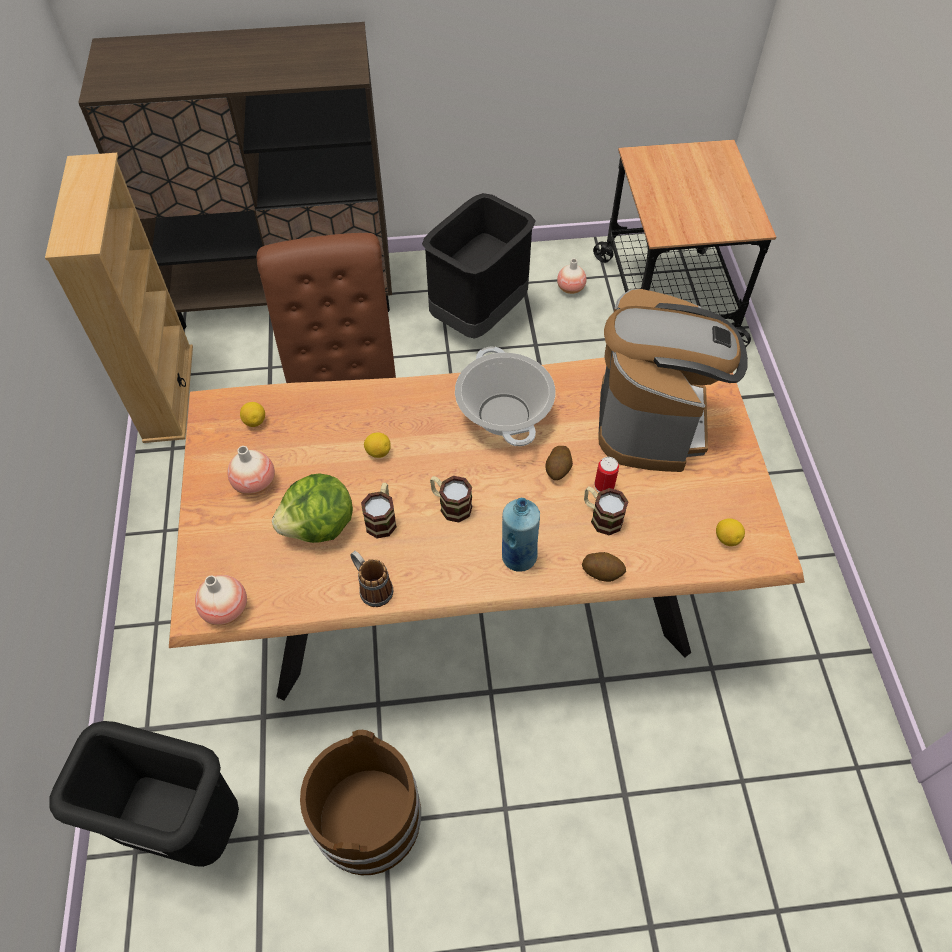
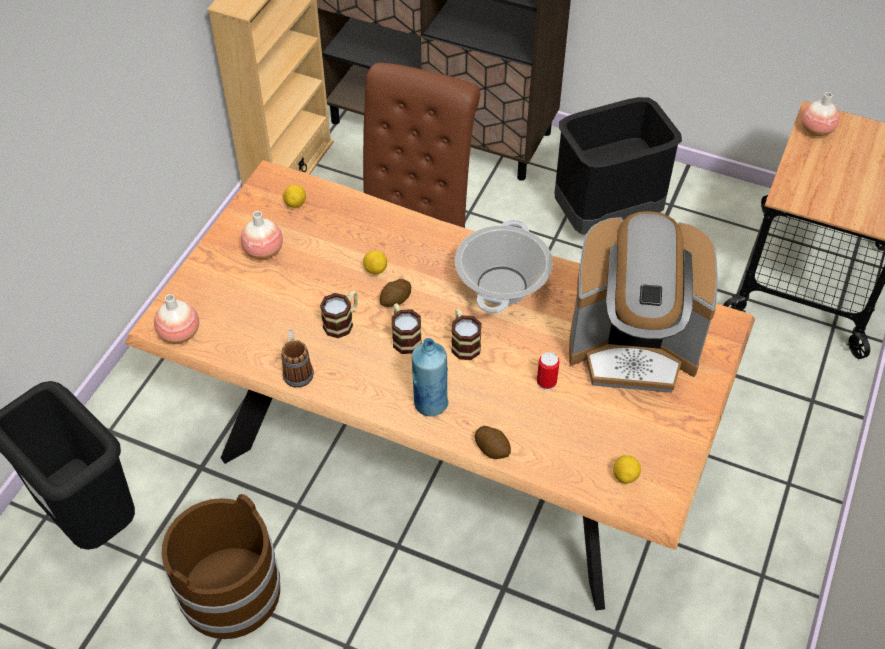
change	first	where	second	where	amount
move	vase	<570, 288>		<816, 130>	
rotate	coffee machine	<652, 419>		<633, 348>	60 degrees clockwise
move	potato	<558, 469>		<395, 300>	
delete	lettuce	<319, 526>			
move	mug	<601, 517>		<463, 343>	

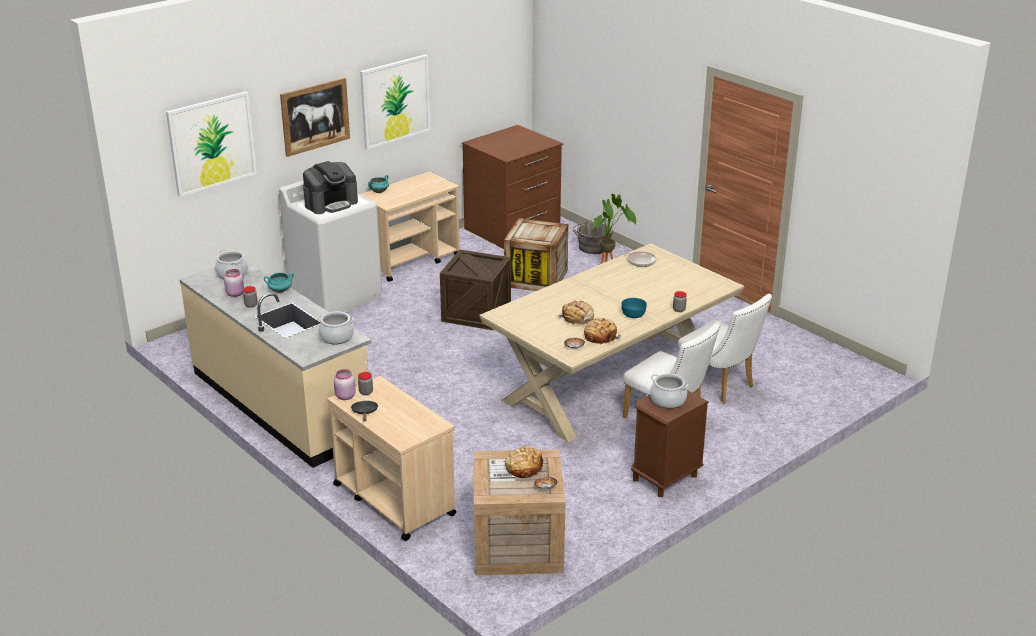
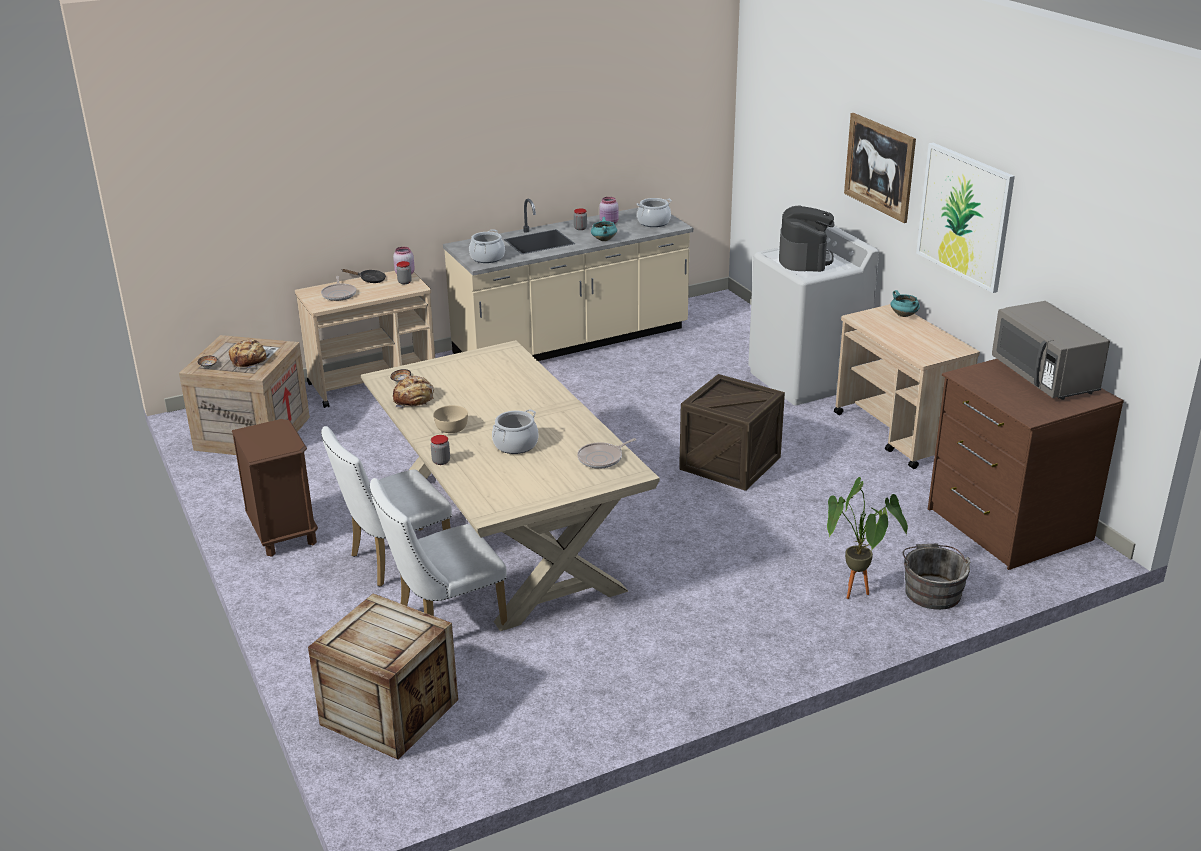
change	first	where	second	where	amount
delete	picture	<211, 143>			
rotate	coffee machine	<331, 203>		<804, 259>	150 degrees counterclockwise
move	crate	<536, 278>		<389, 712>	
recolor	turquoise bowl	<633, 314>	beige bowl	<452, 428>	
delete	bread	<577, 318>			
move	cooking pot	<668, 400>		<515, 445>	
insert			frying pan	<339, 294>	
insert			grey microwave	<1044, 377>	

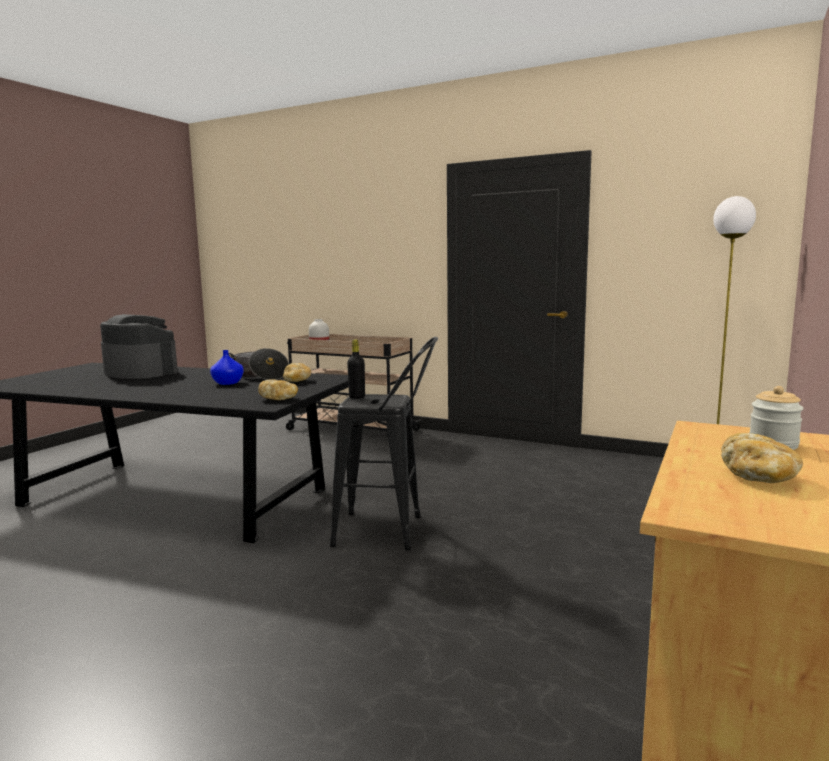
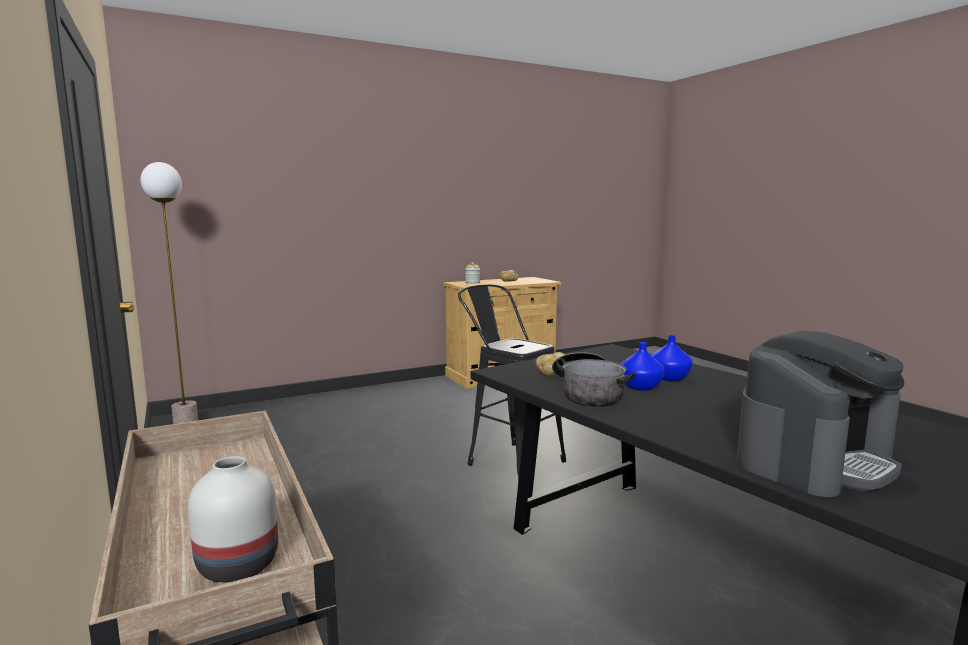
change	first	where	second	where	amount
rotate	coffee machine	<140, 372>		<814, 460>	105 degrees counterclockwise
delete	black bottle	<357, 397>			
delete	bread	<279, 399>			
insert			blue vase	<669, 378>	

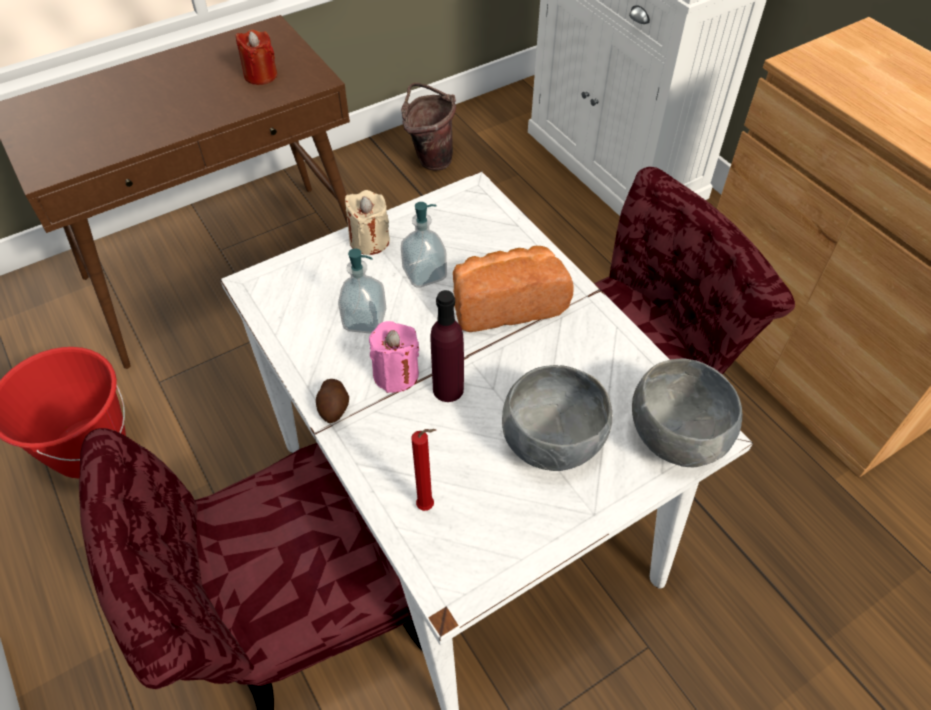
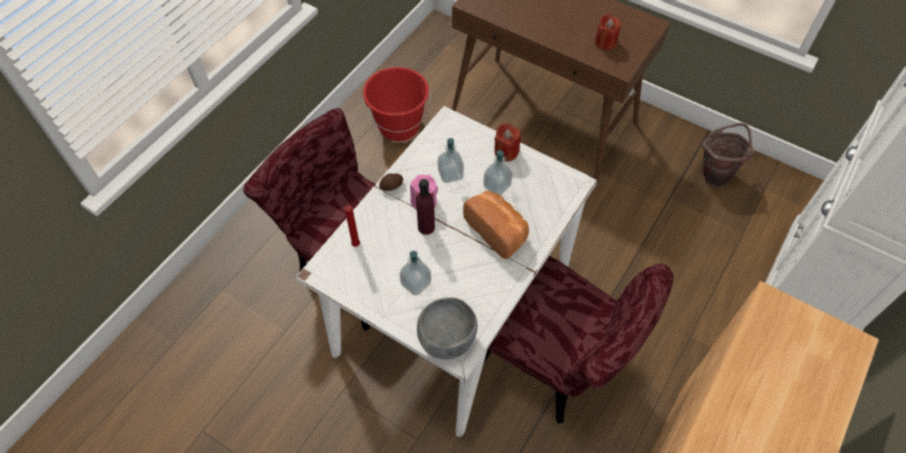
change	first	where	second	where	amount
recolor	beige candle	<369, 241>	red candle	<506, 152>	
replace	grey bowl	<551, 443>	soap dispenser	<416, 283>	

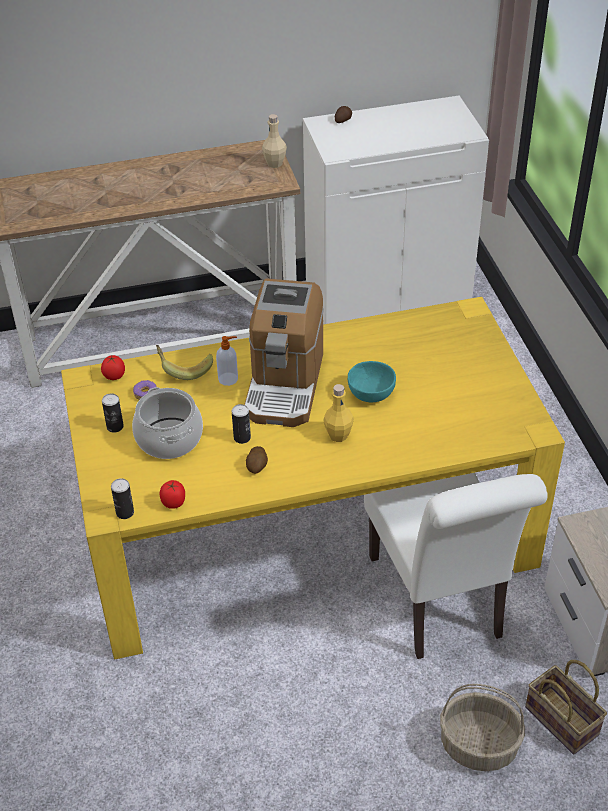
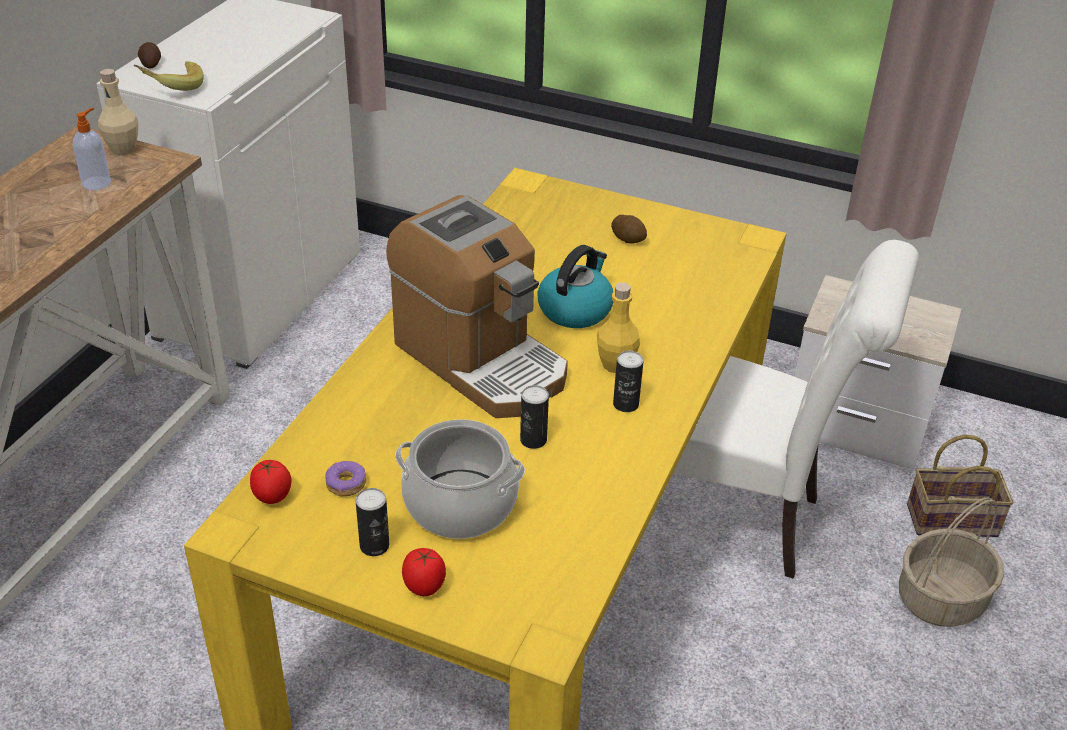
change	first	where	second	where	amount
move	soap dispenser	<229, 379>		<97, 183>	
move	banana	<184, 368>		<172, 87>	
replace	turquoise bowl	<370, 394>	kettle	<575, 309>	
move	potato	<257, 466>		<628, 239>	
move	can	<125, 512>		<625, 404>	
move	tomato	<174, 503>		<424, 586>	

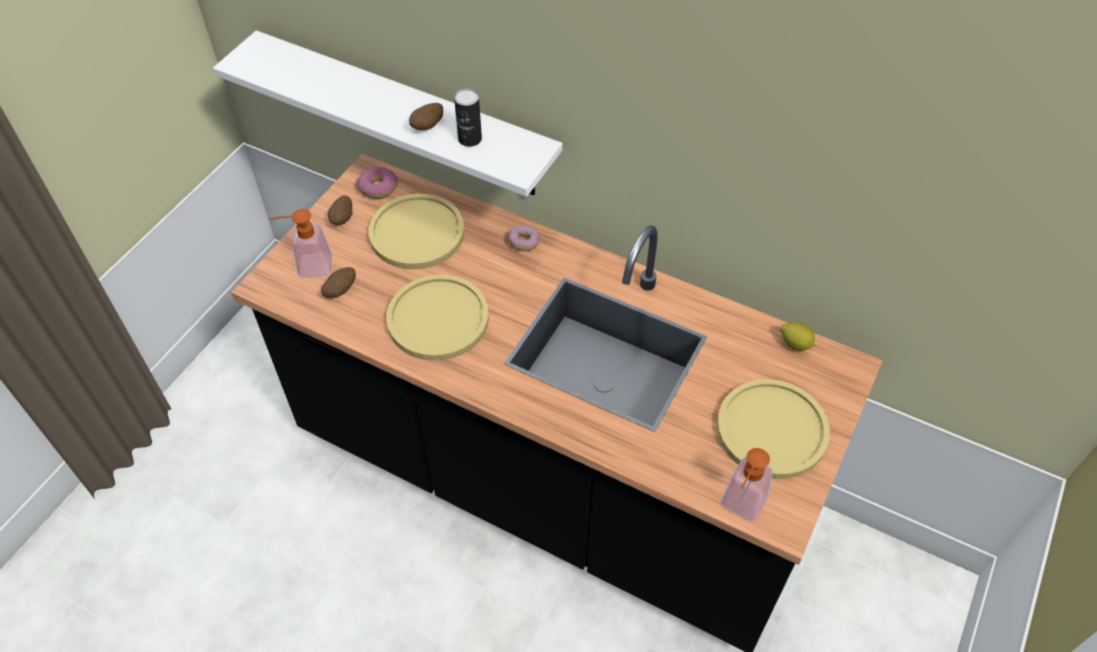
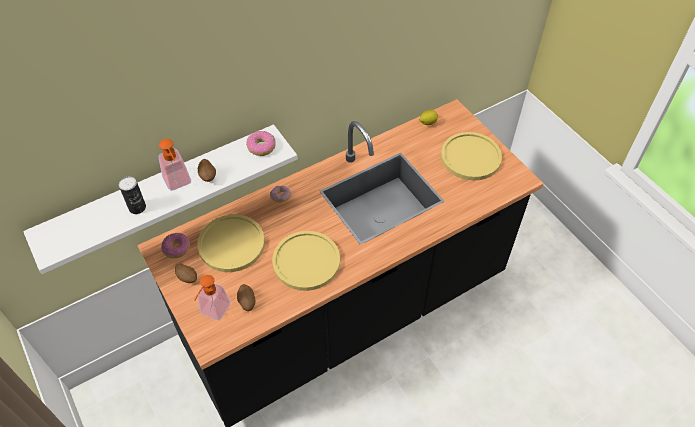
change	first	where	second	where	amount
move	can	<470, 139>		<137, 207>	
move	soap dispenser	<740, 507>		<179, 184>	
insert			donut	<261, 147>	

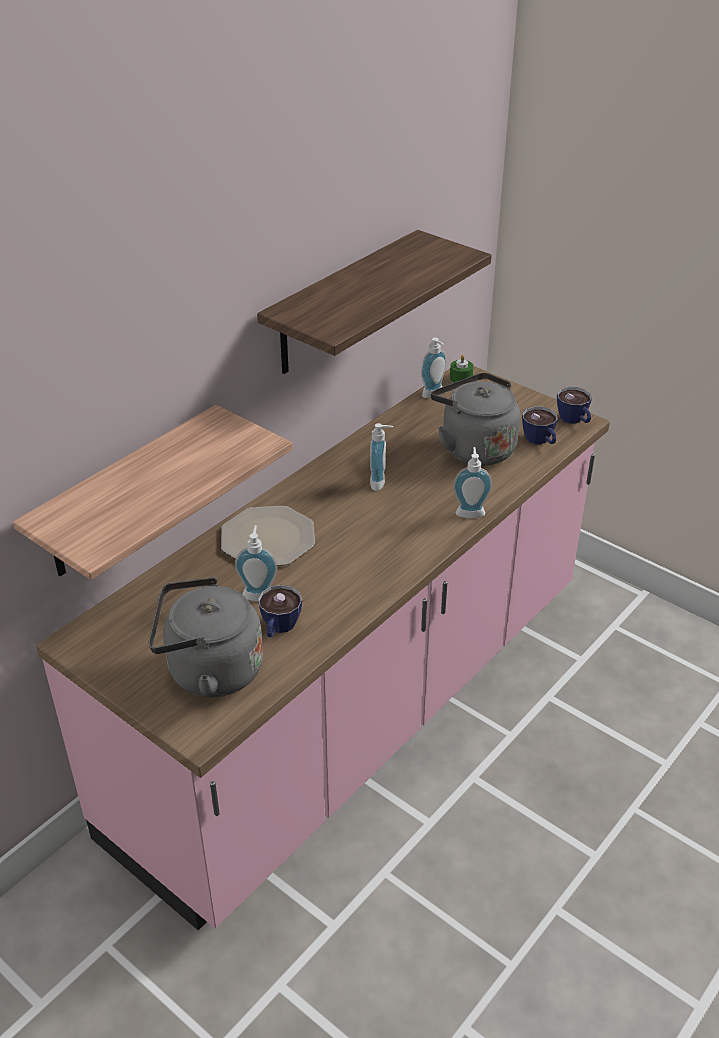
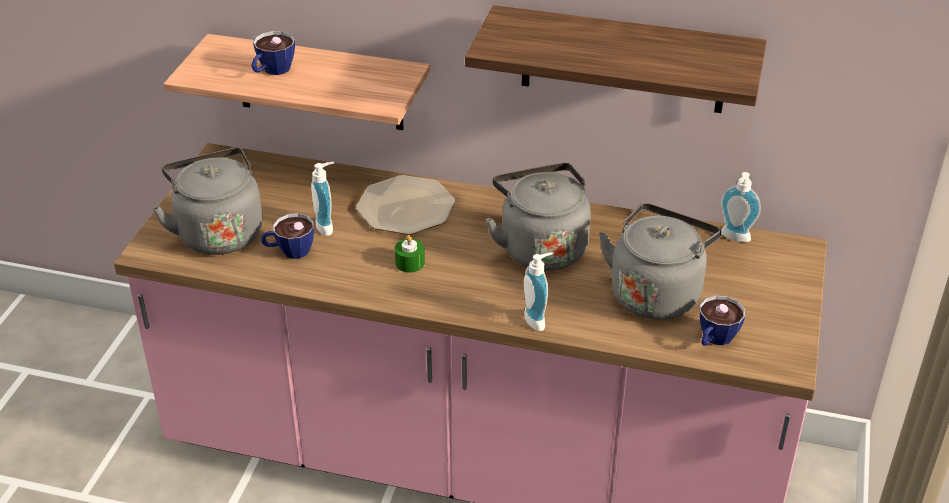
change	first	where	second	where	amount
move	green candle	<461, 378>		<410, 263>	
move	cup	<574, 420>		<272, 71>	
replace	soap dispenser	<381, 483>	grey kettle	<540, 247>	

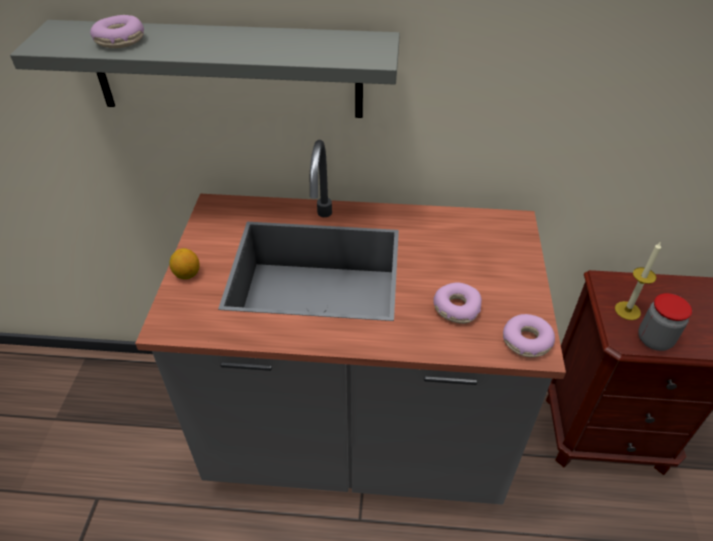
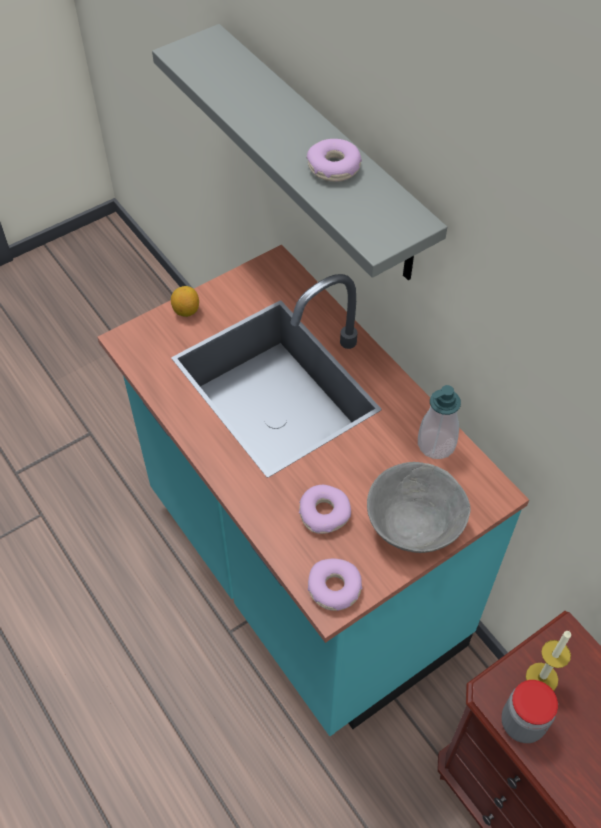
change	first	where	second	where	amount
move	donut	<120, 40>		<334, 168>	
recolor	grey counter	<356, 440>	turquoise counter	<300, 573>	
insert			soap dispenser	<436, 444>	
insert			grey bowl	<413, 526>	

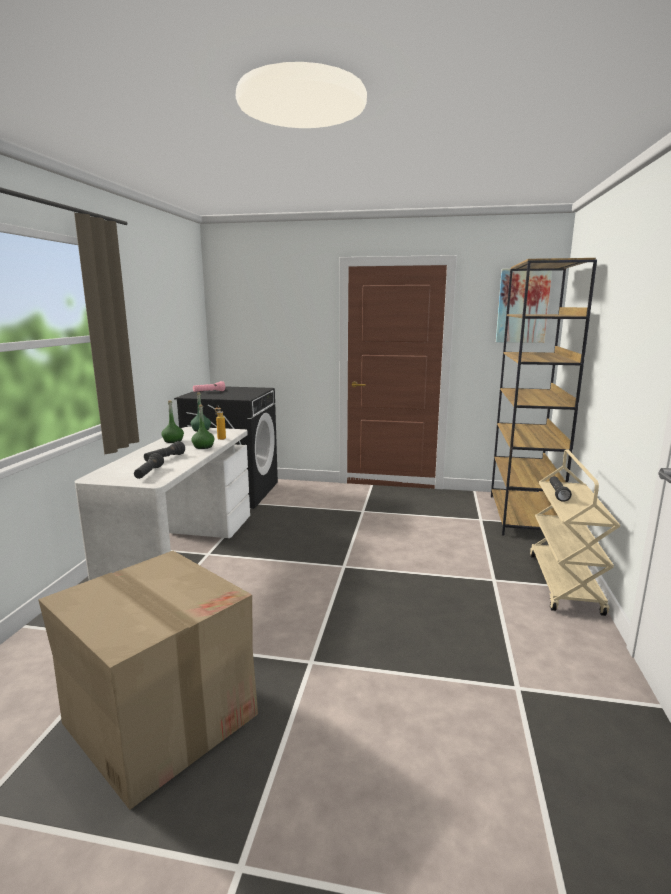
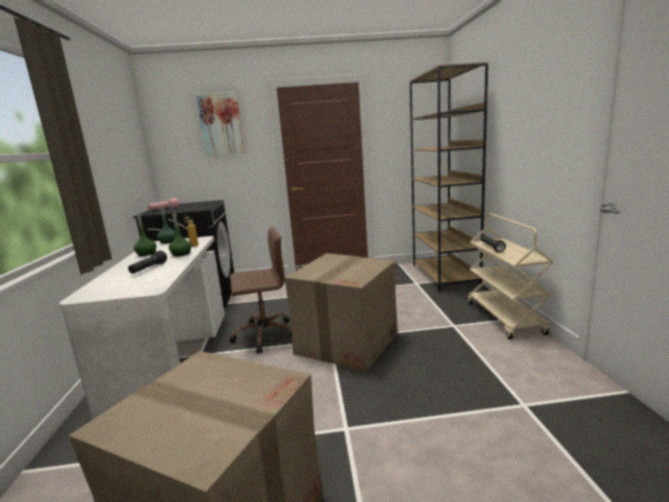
change	first	where	second	where	amount
move	picture	<522, 306>		<221, 124>	
delete	black flashlight	<149, 473>			
insert			brown office chair	<263, 335>	
insert			cardboard box	<347, 342>	

